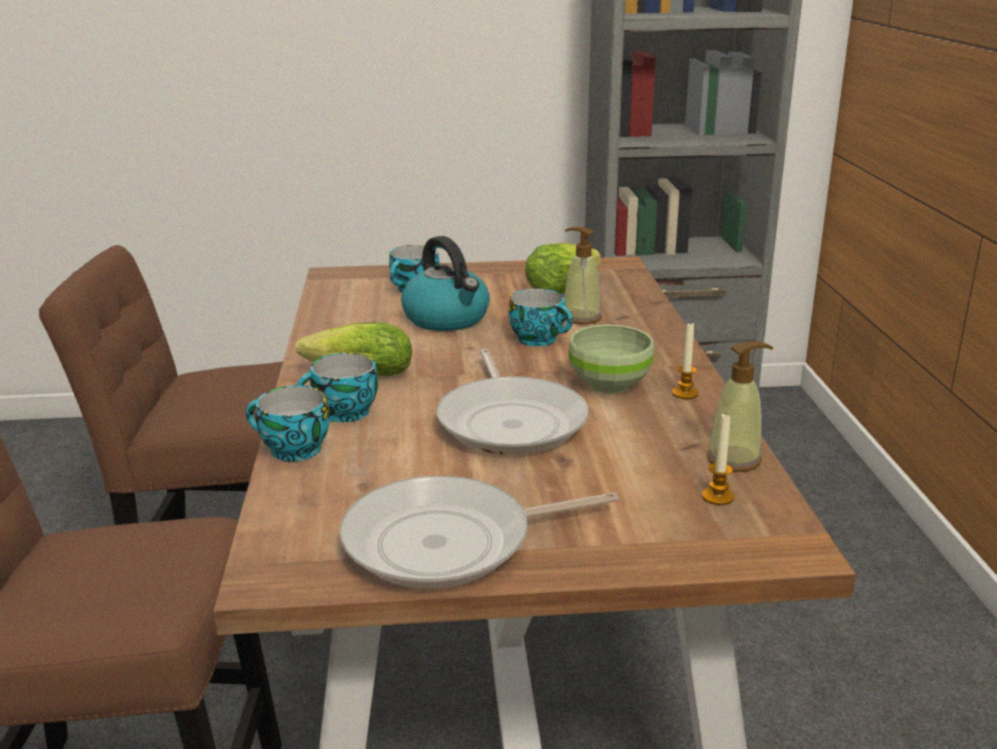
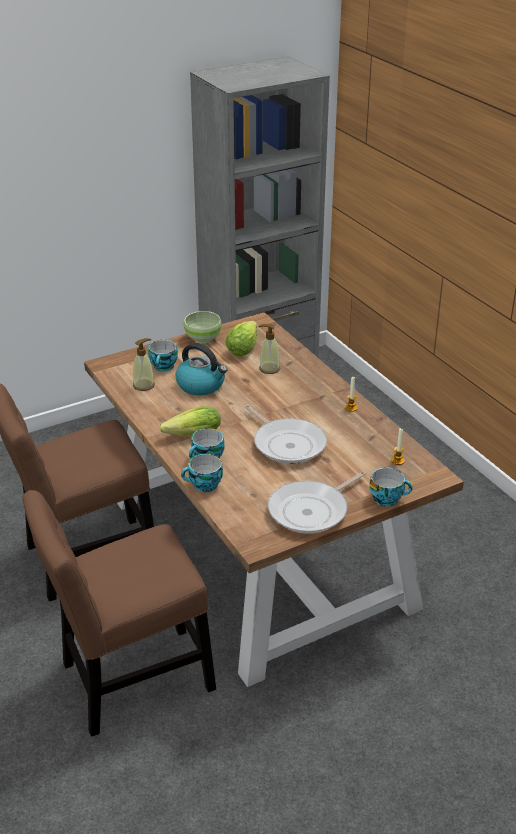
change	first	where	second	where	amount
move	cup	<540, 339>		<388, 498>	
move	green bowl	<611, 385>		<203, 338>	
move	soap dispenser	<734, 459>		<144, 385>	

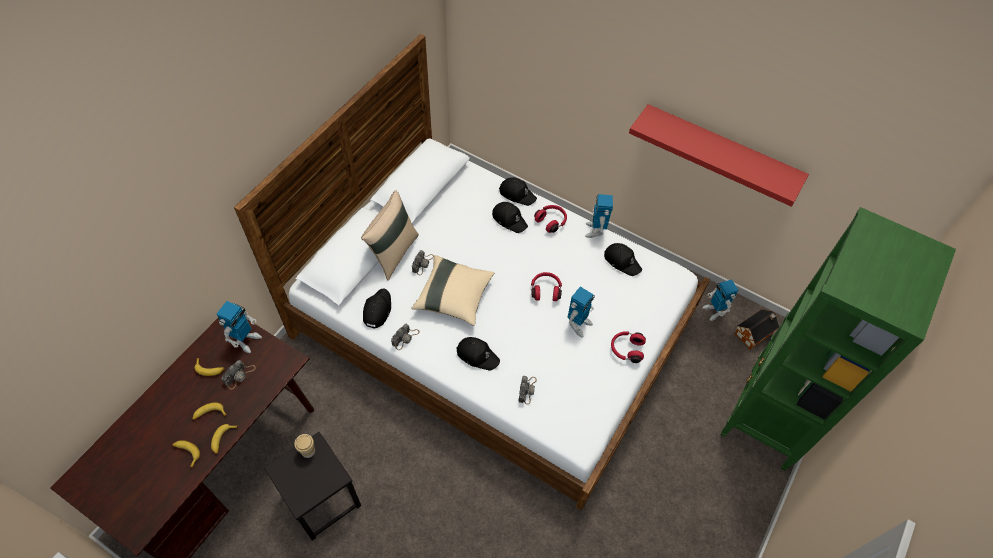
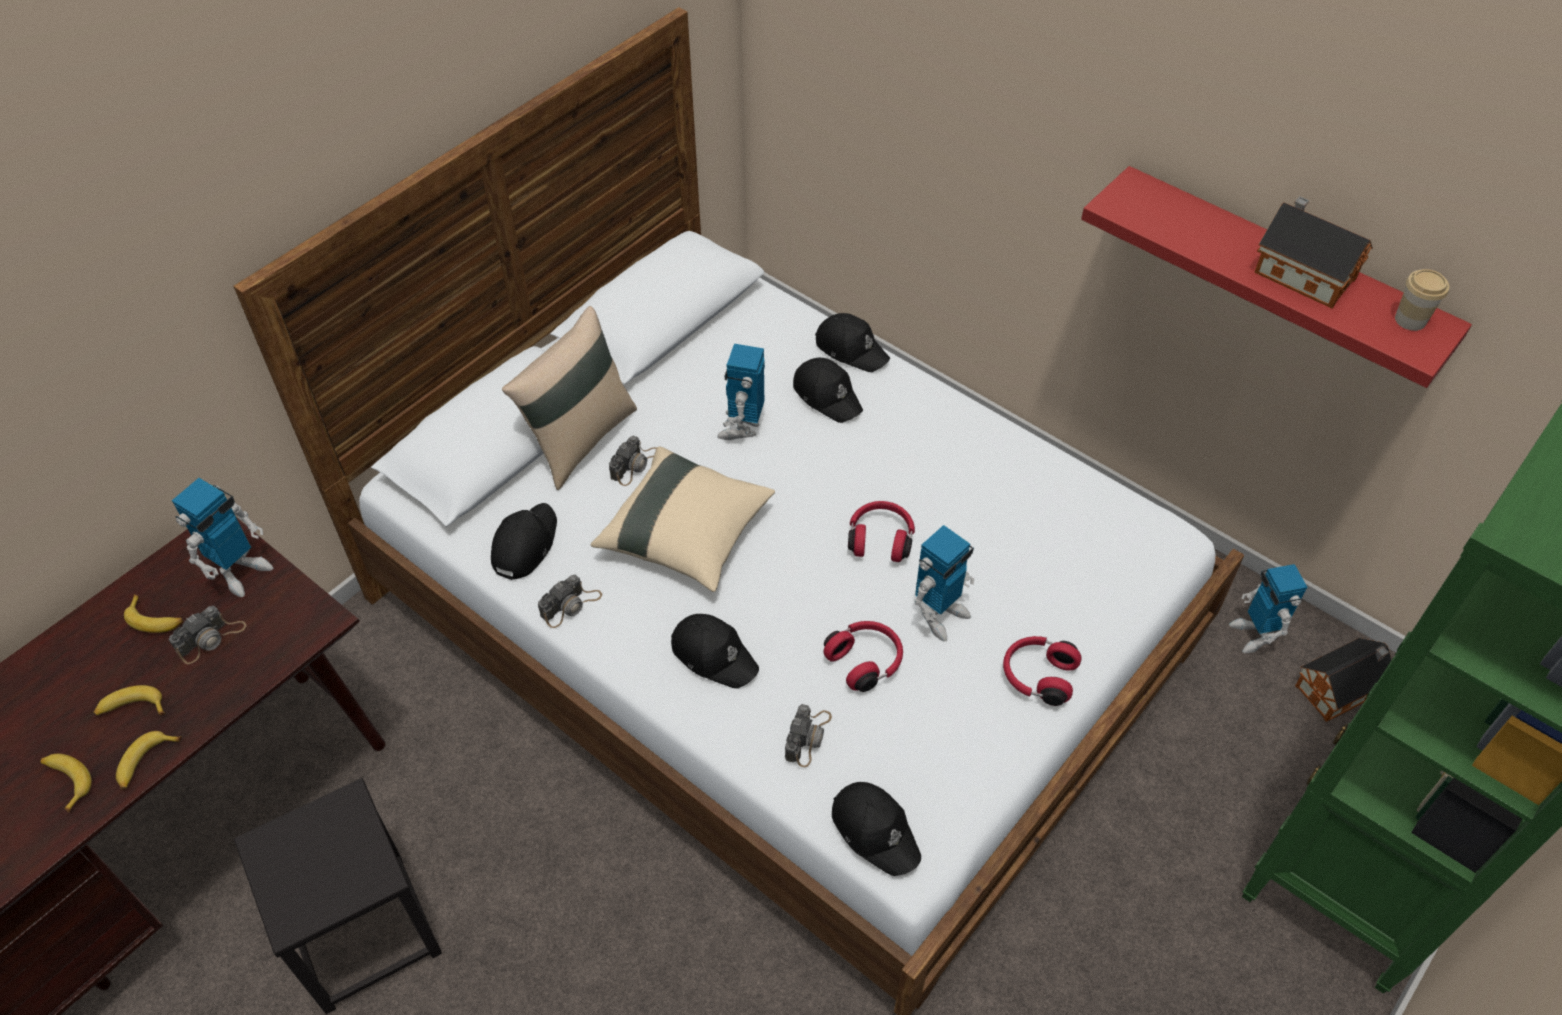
change	first	where	second	where	amount
move	toy robot	<595, 230>		<742, 427>	
move	red headphones	<551, 221>		<865, 661>	
move	black cap	<622, 261>		<875, 830>	
move	cup	<308, 451>		<1410, 320>	
insert			toy house	<1301, 273>	

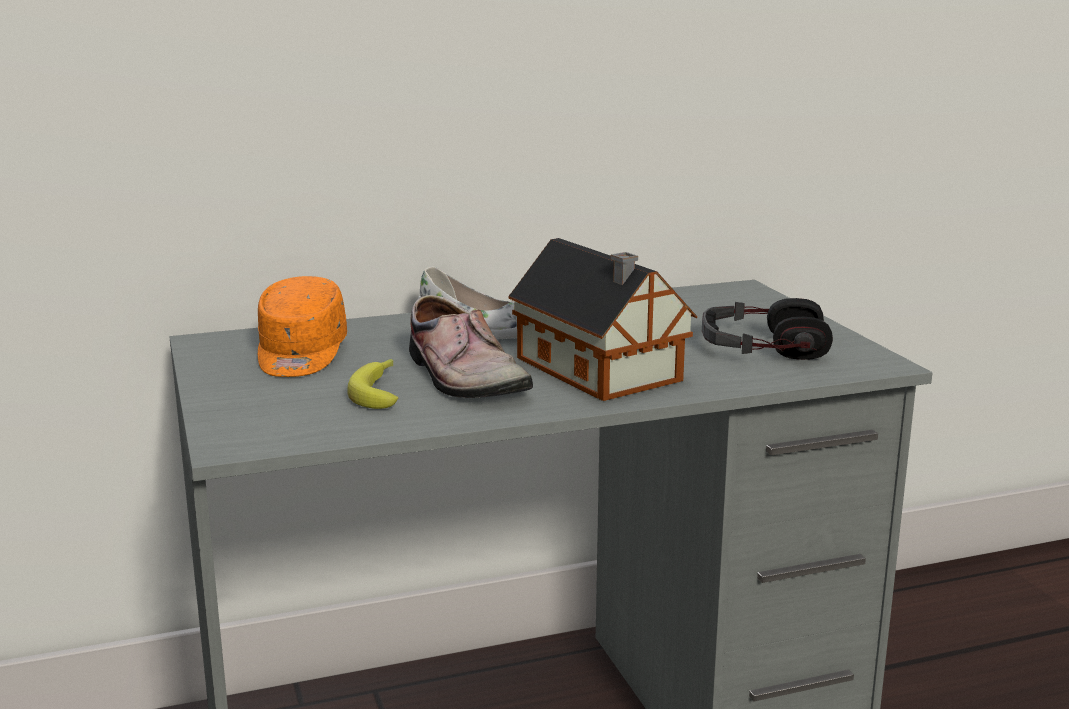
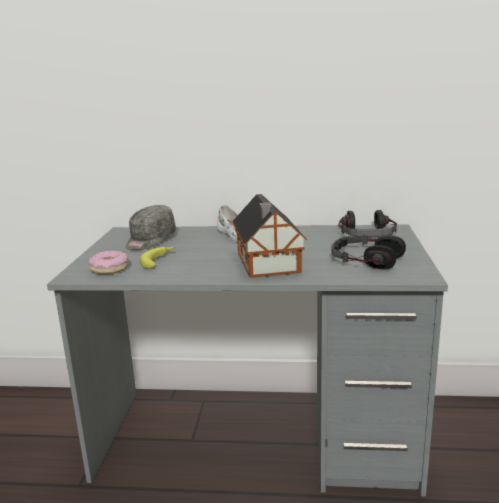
change	first	where	second	where	amount
recolor	orange cap	<300, 354>	grey cap	<150, 240>	
delete	shoe	<460, 377>			
insert			headphones	<367, 234>	
insert			donut	<109, 268>	

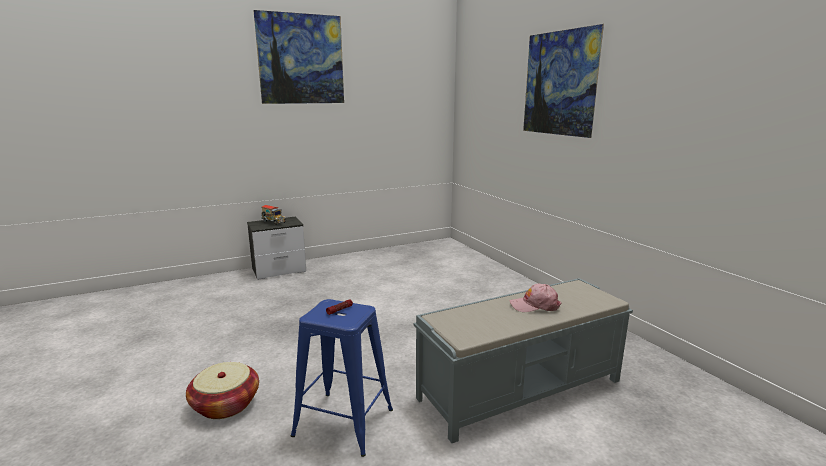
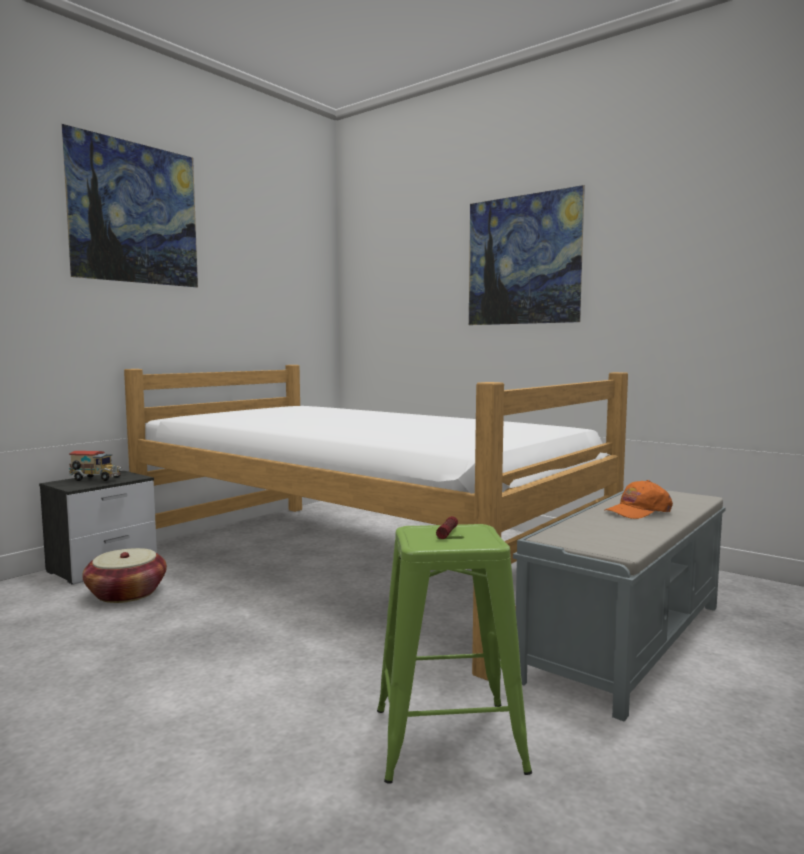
change	first	where	second	where	amount
recolor	pink cap	<534, 305>	orange cap	<637, 511>	
recolor	blue stool	<344, 423>	green stool	<450, 740>	
move	basket	<226, 404>		<126, 593>	
insert			bed	<358, 564>	

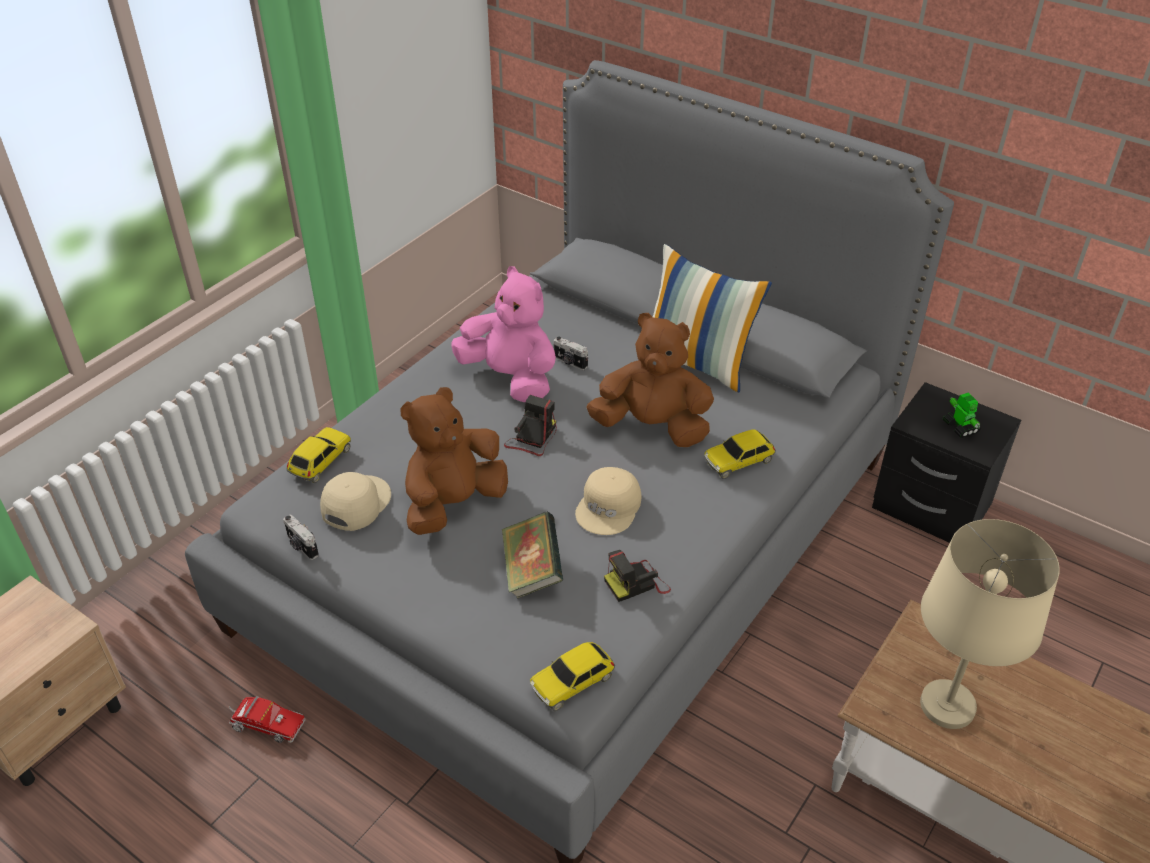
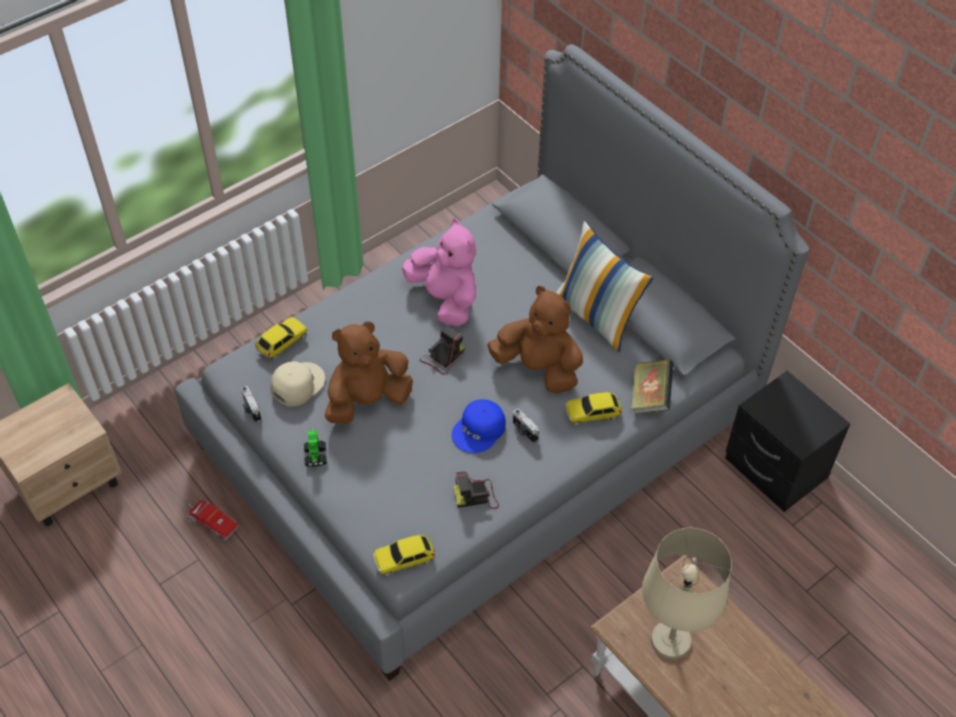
change	first	where	second	where	amount
move	photo camera	<570, 362>		<524, 431>	
move	toy robot	<960, 427>		<315, 455>	
recolor	beige cap	<609, 507>	blue cap	<479, 430>	
move	book	<532, 571>		<649, 397>	

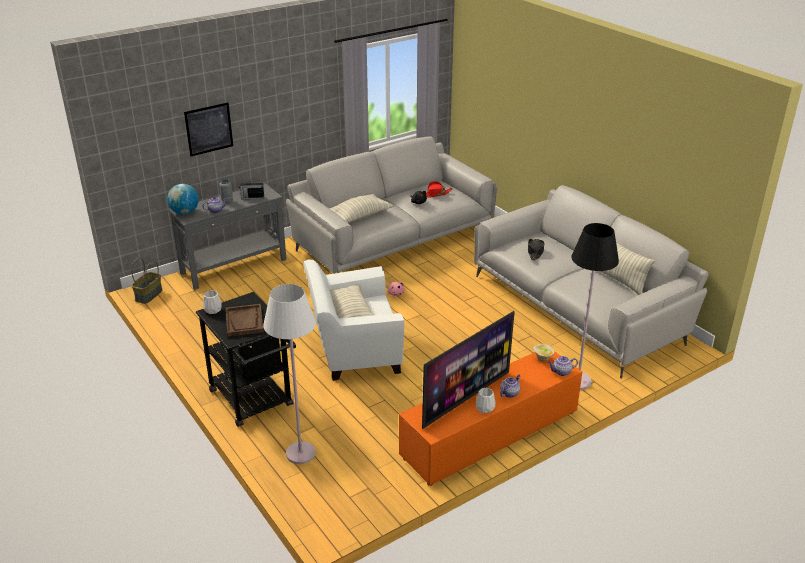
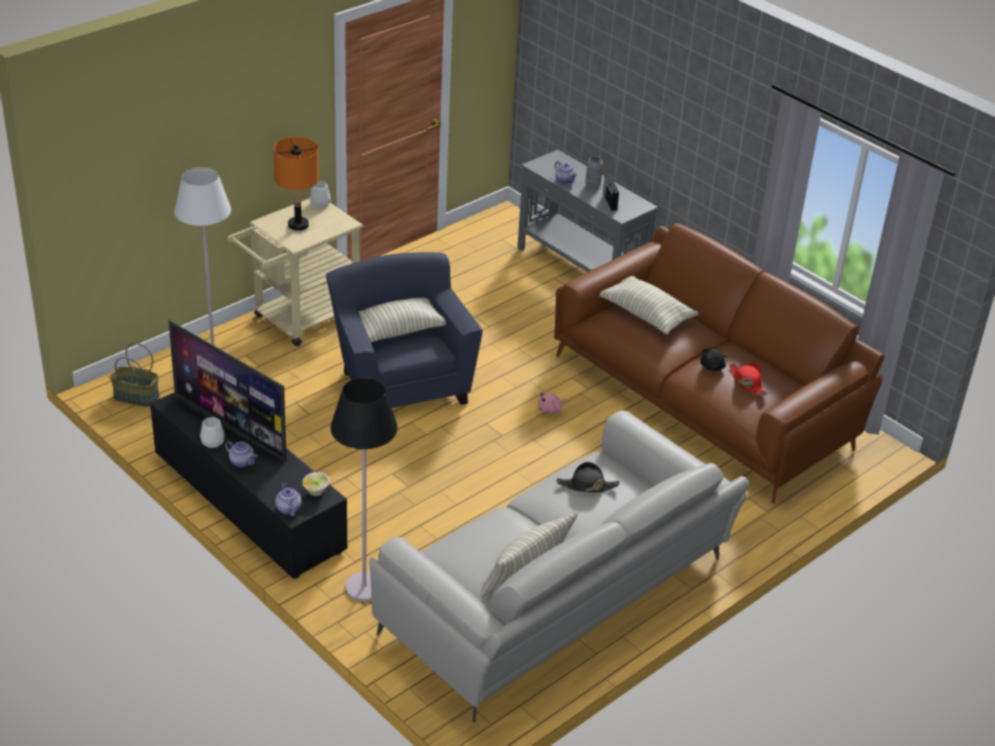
change	first	where	second	where	amount
delete	picture	<209, 129>			
recolor	grey sofa	<393, 239>	brown sofa	<706, 400>	
delete	globe	<184, 212>			
move	basket	<149, 295>		<136, 397>	
recolor	white armchair	<353, 354>	blue armchair	<400, 383>	
recolor	black cart	<254, 402>	beige cart	<299, 320>	
replace	brown tray	<244, 321>	orange table lamp	<298, 225>	
recolor	orange tv stand	<489, 435>	black tv stand	<247, 502>	

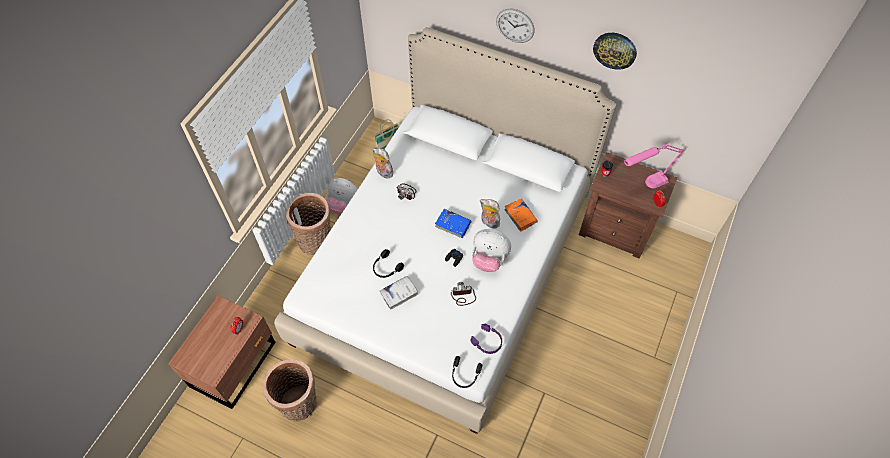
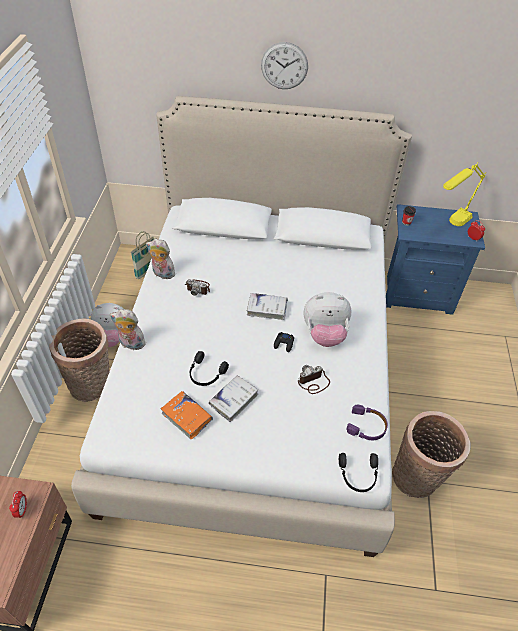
change	first	where	second	where	amount
delete	wall clock	<615, 50>			
recolor	pink table lamp	<643, 186>	yellow table lamp	<450, 226>	
recolor	brown nightstand	<616, 230>	blue nightstand	<417, 294>	
move	orange book	<520, 216>		<187, 417>	
move	plush toy	<489, 222>		<131, 344>	
recolor	blue book	<453, 225>	white book	<267, 309>	
move	basket	<300, 405>		<418, 478>	

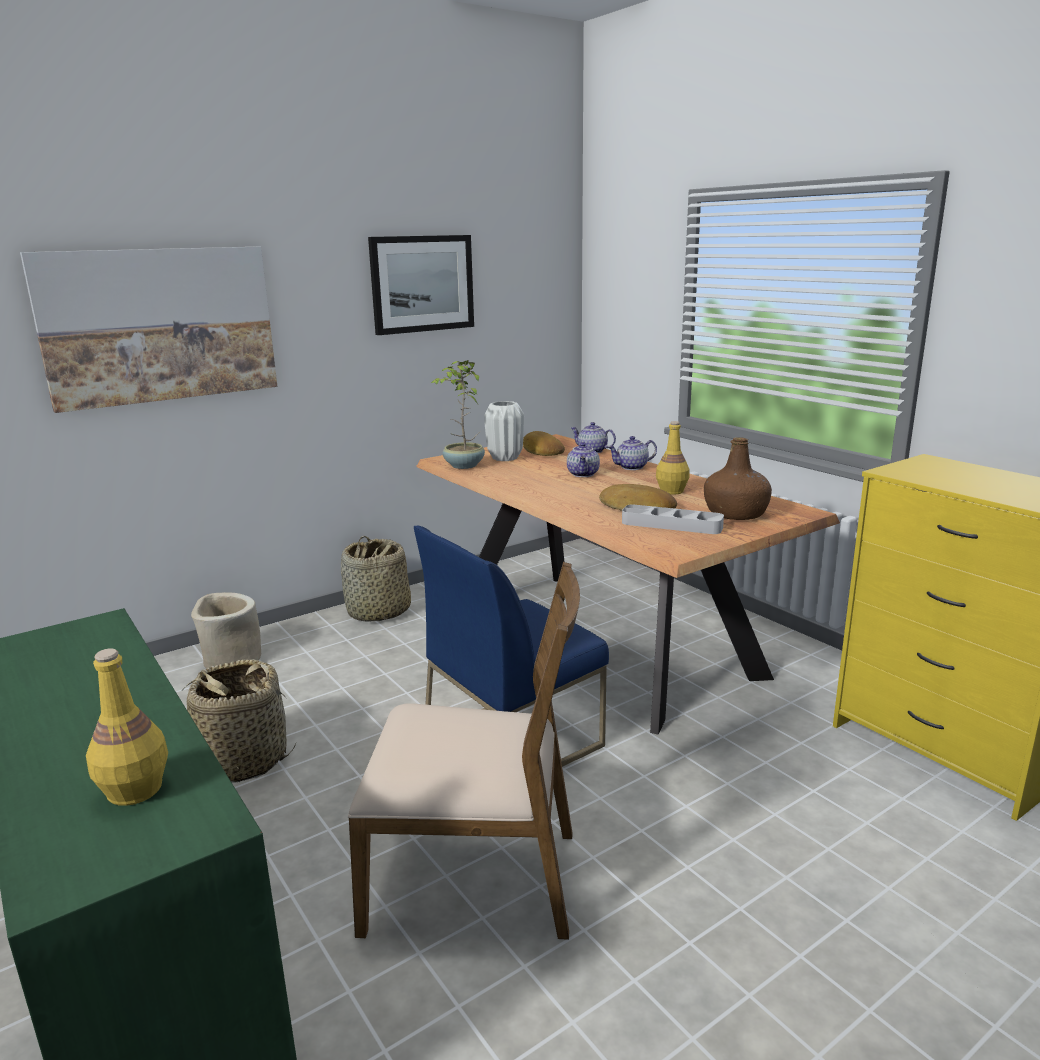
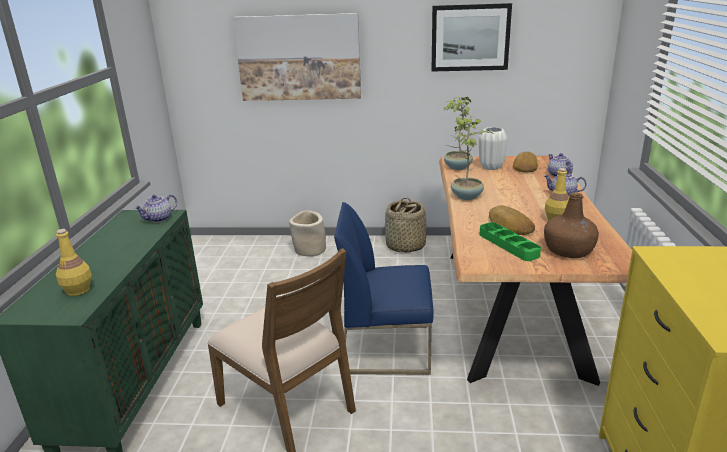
change	first	where	second	where	amount
move	teapot	<583, 474>		<159, 219>	
recolor	grey tray	<671, 525>	green tray	<508, 245>	
delete	basket	<241, 760>			
insert			potted plant	<467, 196>	

